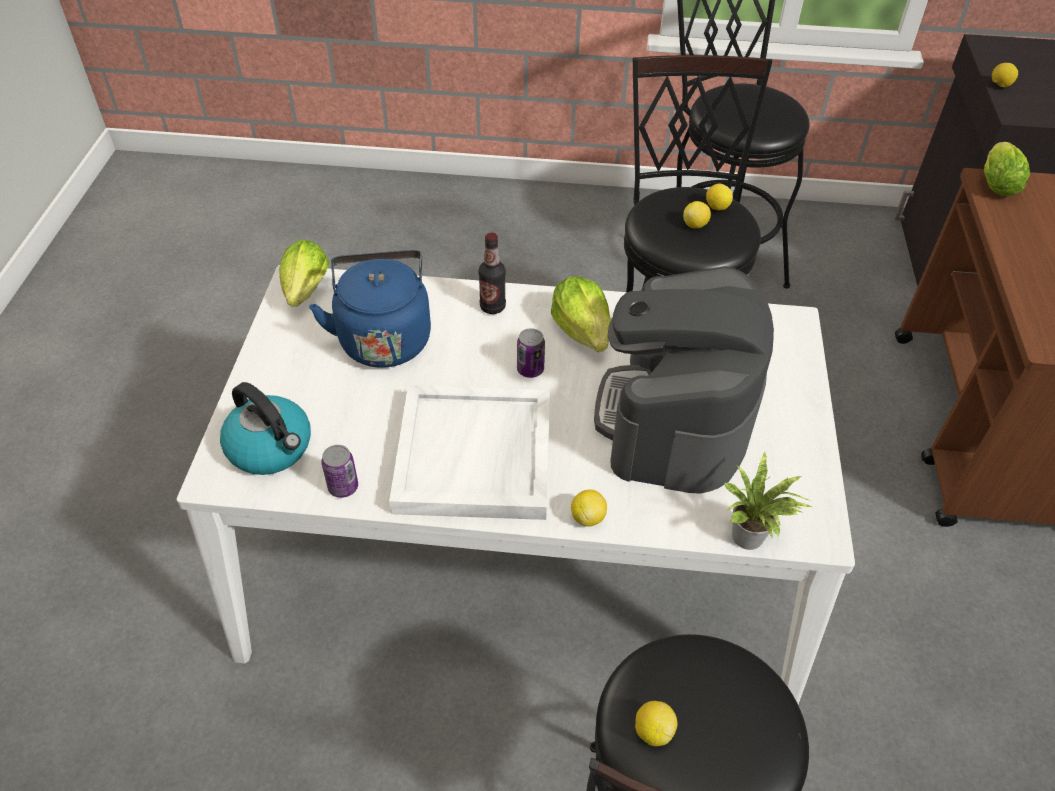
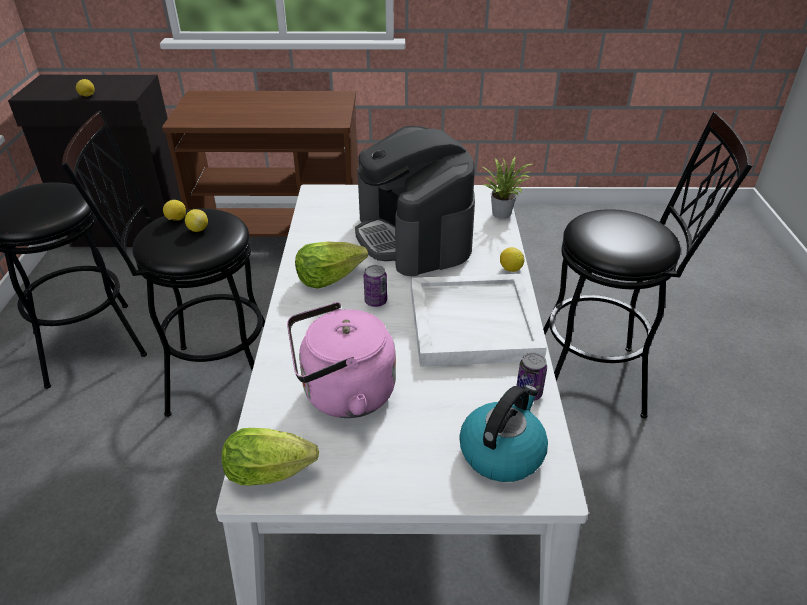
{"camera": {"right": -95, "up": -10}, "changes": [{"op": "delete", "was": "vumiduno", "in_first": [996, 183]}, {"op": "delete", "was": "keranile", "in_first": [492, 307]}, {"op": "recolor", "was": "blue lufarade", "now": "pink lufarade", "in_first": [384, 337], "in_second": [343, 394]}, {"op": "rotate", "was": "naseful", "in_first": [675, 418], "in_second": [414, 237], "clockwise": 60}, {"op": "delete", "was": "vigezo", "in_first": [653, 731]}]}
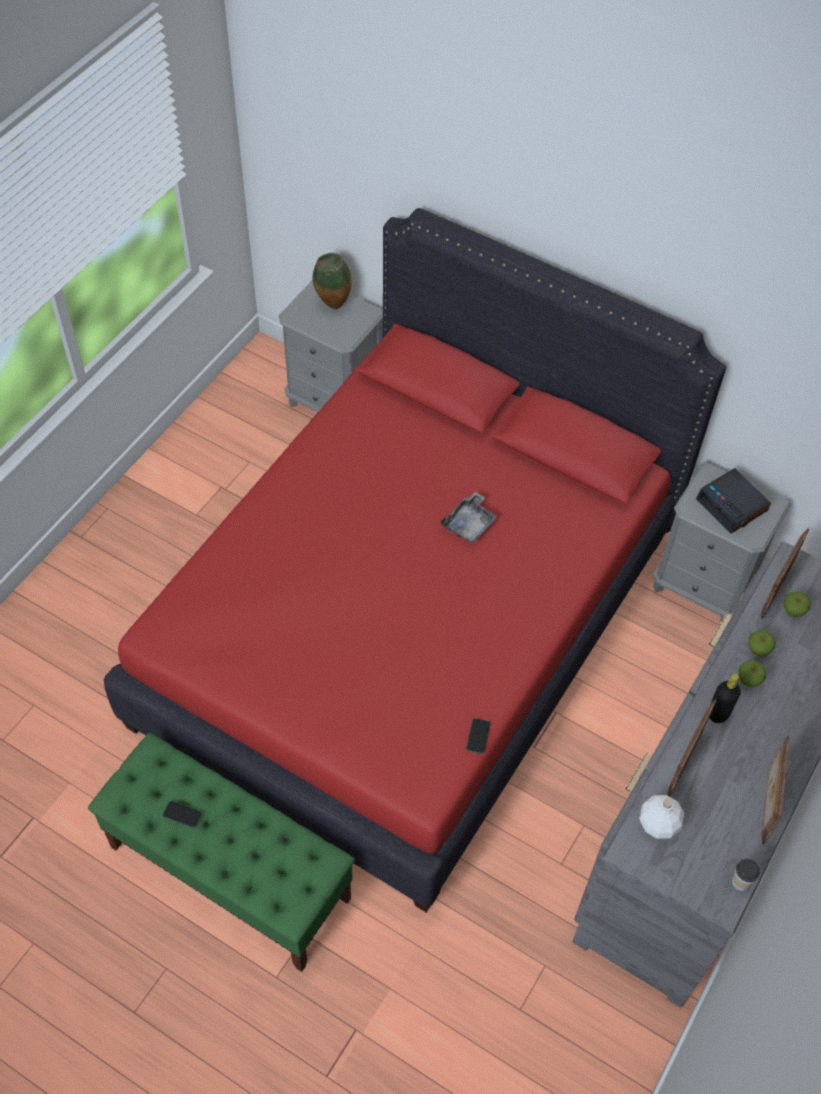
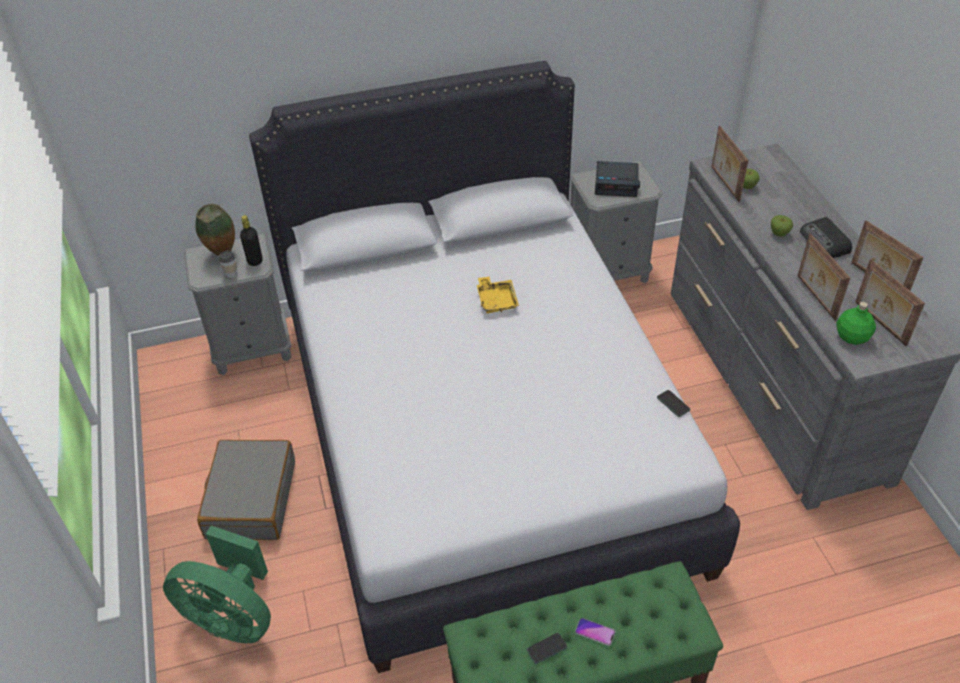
{"camera": {"right": -45, "up": -10}, "changes": [{"op": "recolor", "was": "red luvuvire", "now": "white luvuvire", "in_first": [407, 628], "in_second": [481, 435]}, {"op": "recolor", "was": "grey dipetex", "now": "yellow dipetex", "in_first": [469, 524], "in_second": [496, 300]}, {"op": "delete", "was": "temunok", "in_first": [758, 650]}, {"op": "move", "was": "black keranile", "in_first": [718, 714], "in_second": [255, 261]}, {"op": "recolor", "was": "white keranile", "now": "green keranile", "in_first": [659, 824], "in_second": [852, 337]}, {"op": "move", "was": "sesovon", "in_first": [740, 882], "in_second": [231, 274]}, {"op": "insert", "now": "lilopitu", "in_second": [825, 242]}, {"op": "insert", "now": "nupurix", "in_second": [879, 324]}, {"op": "insert", "now": "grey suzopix", "in_second": [250, 499]}, {"op": "insert", "now": "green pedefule", "in_second": [232, 617]}, {"op": "insert", "now": "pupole", "in_second": [595, 632]}]}
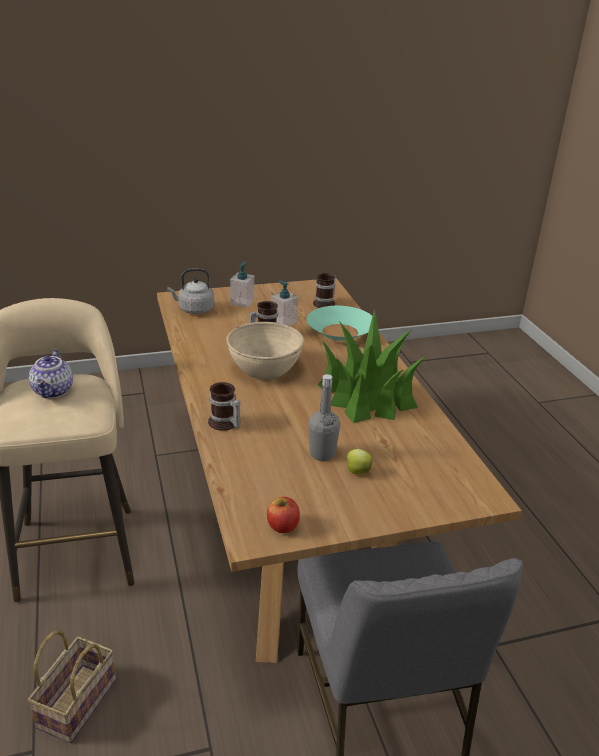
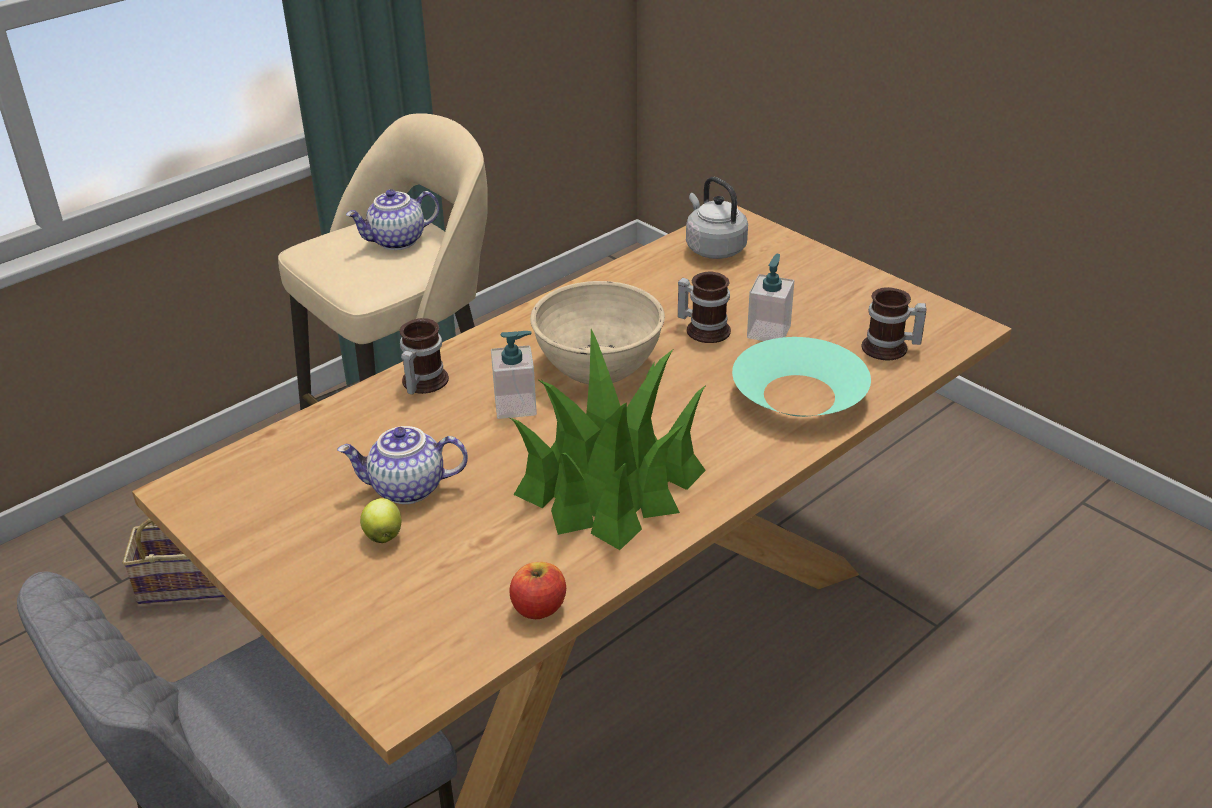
{"camera": {"right": 65, "up": 5}, "changes": [{"op": "move", "was": "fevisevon", "in_first": [242, 302], "in_second": [515, 406]}, {"op": "replace", "was": "grey keranile", "now": "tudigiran", "in_first": [322, 454], "in_second": [407, 489]}, {"op": "move", "was": "temunok", "in_first": [282, 526], "in_second": [538, 607]}]}
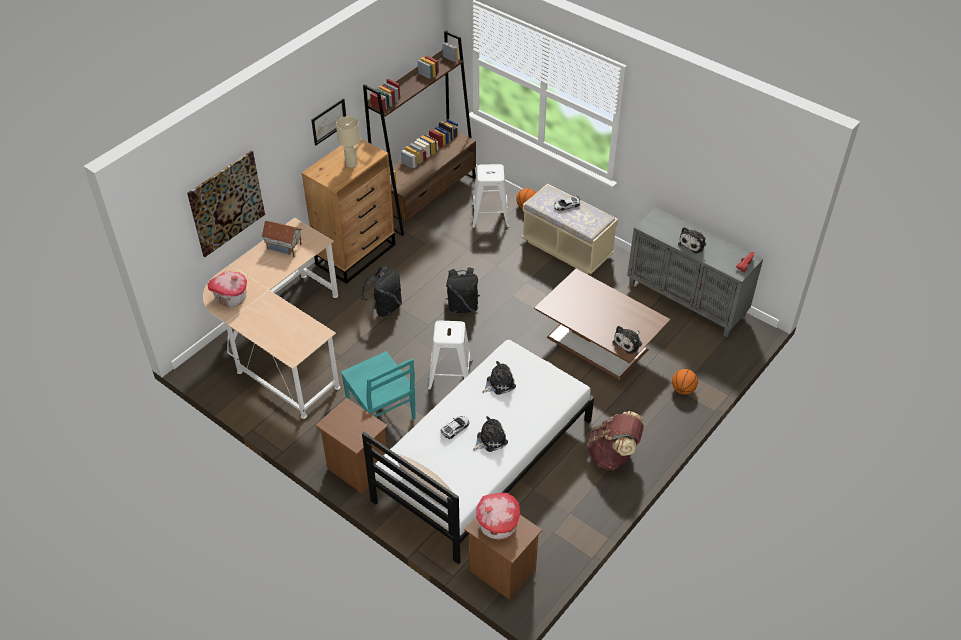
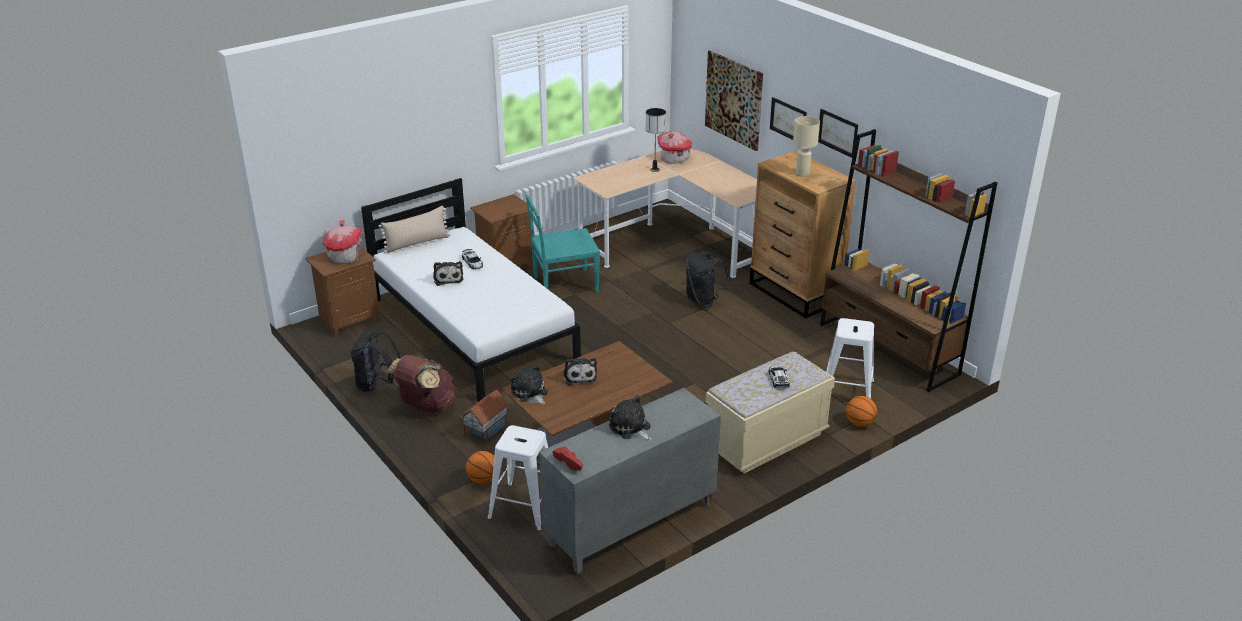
{"camera": {"right": 105, "up": -15}, "changes": [{"op": "move", "was": "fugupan", "in_first": [284, 247], "in_second": [485, 430]}, {"op": "move", "was": "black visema", "in_first": [462, 306], "in_second": [377, 385]}, {"op": "move", "was": "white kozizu", "in_first": [450, 374], "in_second": [525, 506]}, {"op": "move", "was": "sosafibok", "in_first": [499, 383], "in_second": [579, 376]}, {"op": "insert", "now": "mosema", "in_second": [788, 120]}, {"op": "insert", "now": "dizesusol", "in_second": [655, 169]}]}
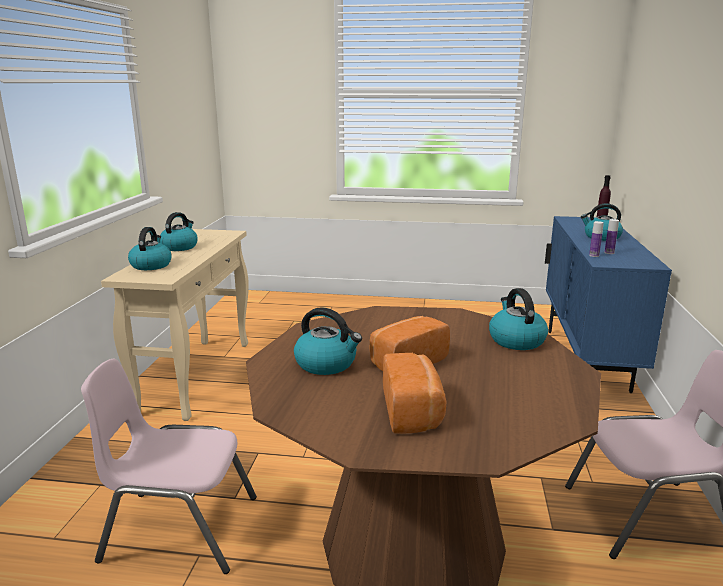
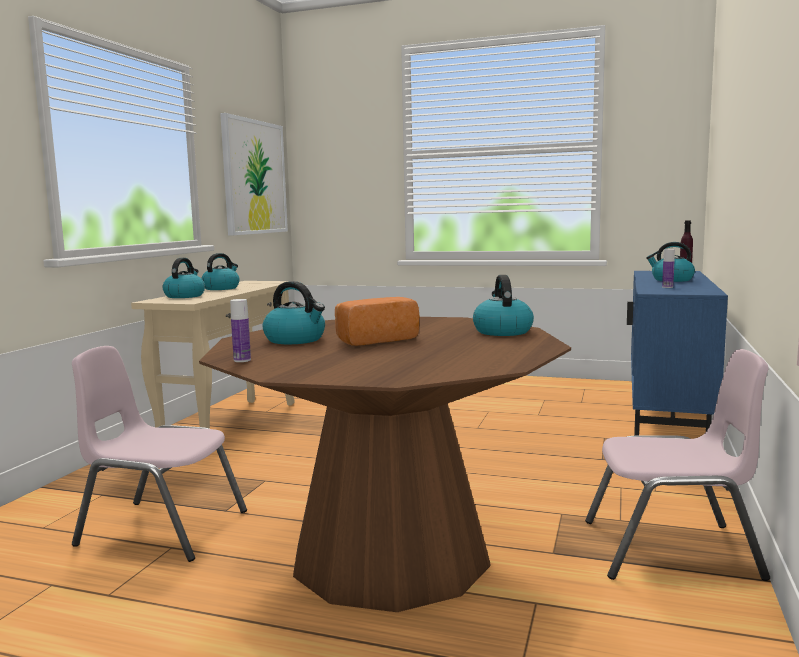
{"camera": {"right": 10, "up": -10}, "changes": [{"op": "move", "was": "keranile", "in_first": [594, 255], "in_second": [242, 360]}, {"op": "delete", "was": "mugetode", "in_first": [413, 411]}, {"op": "insert", "now": "mosema", "in_second": [254, 177]}]}
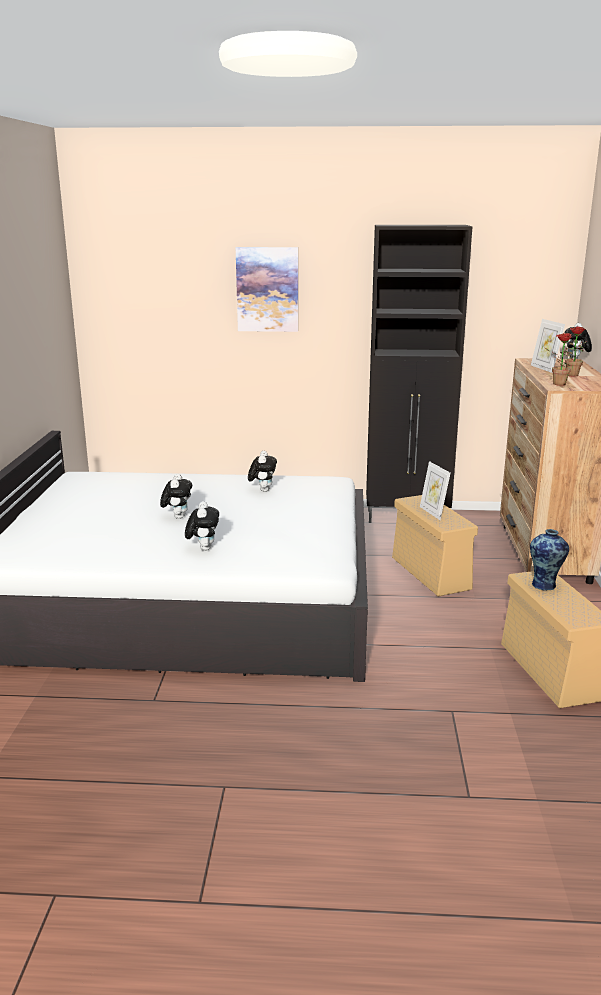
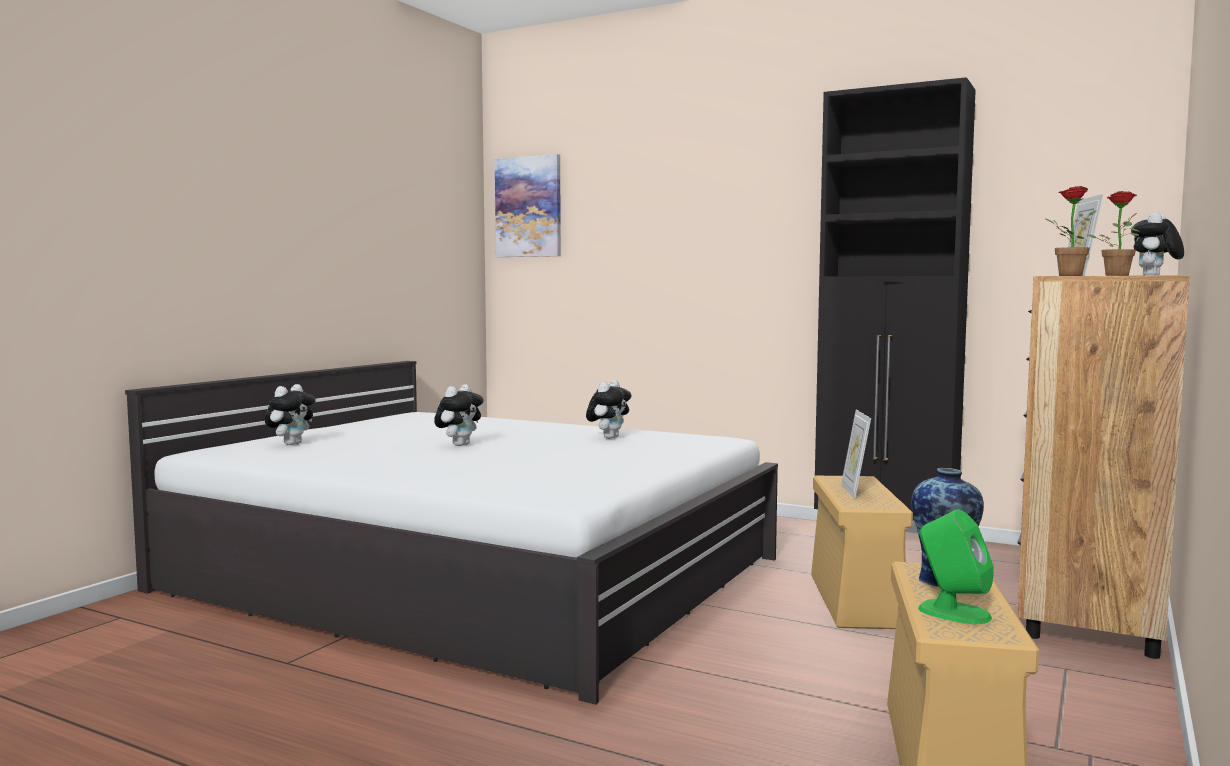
{"camera": {"right": 25, "up": -15}, "changes": [{"op": "move", "was": "mosema", "in_first": [267, 289], "in_second": [529, 207]}, {"op": "move", "was": "sosafibok", "in_first": [203, 548], "in_second": [291, 444]}, {"op": "insert", "now": "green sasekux", "in_second": [953, 612]}]}
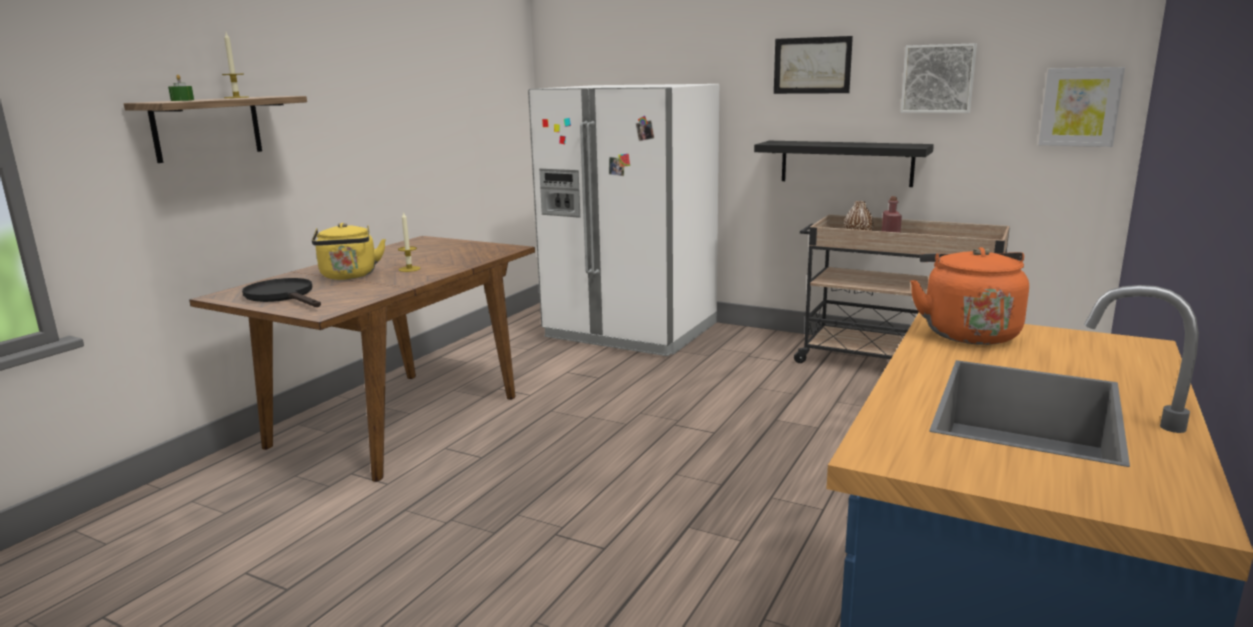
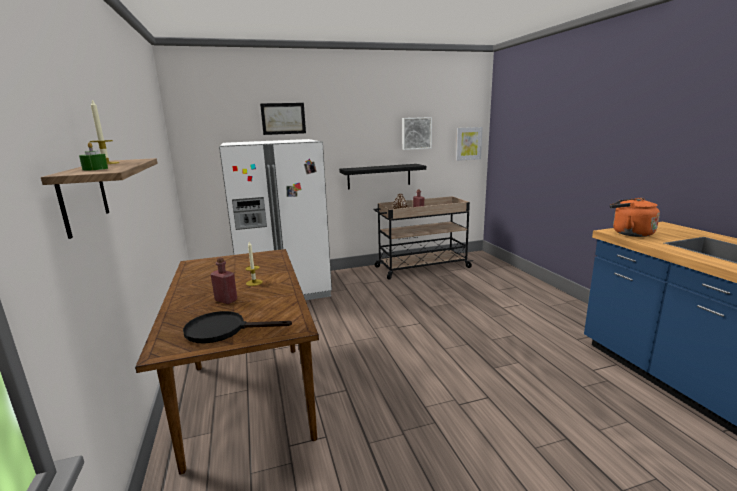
{"camera": {"right": -45, "up": 0}, "changes": [{"op": "move", "was": "mosema", "in_first": [812, 65], "in_second": [283, 118]}, {"op": "replace", "was": "yellow lufarade", "now": "red keranile", "in_first": [349, 276], "in_second": [226, 300]}]}
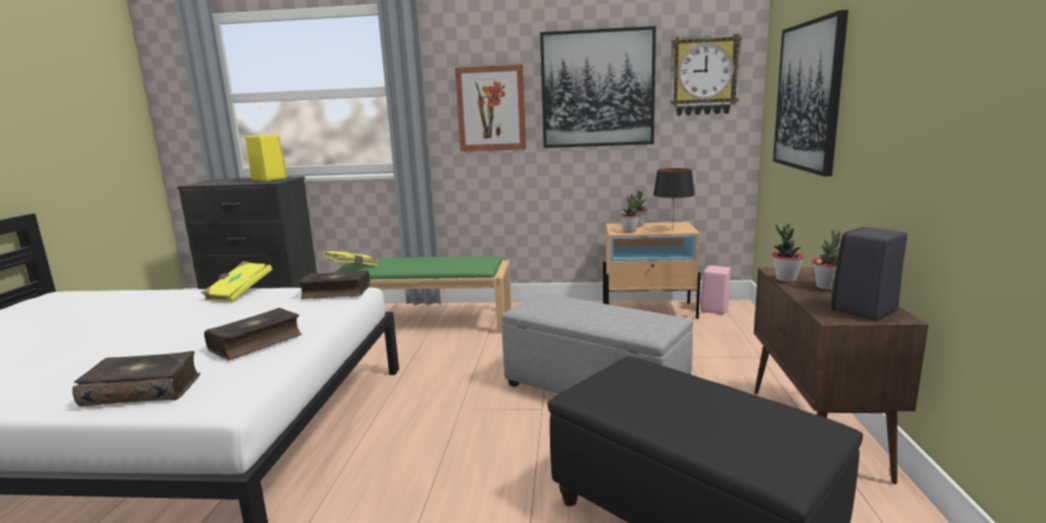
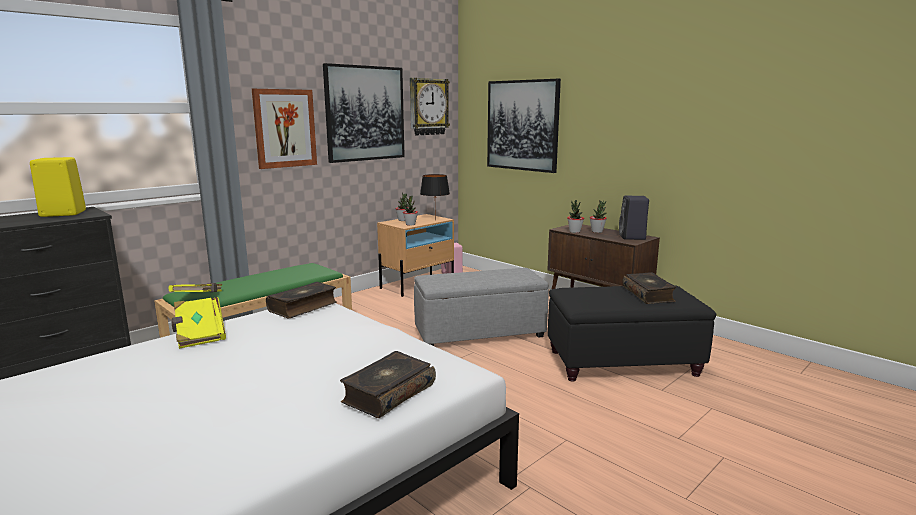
{"camera": {"right": -50, "up": 0}, "changes": [{"op": "move", "was": "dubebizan", "in_first": [256, 342], "in_second": [648, 294]}]}
